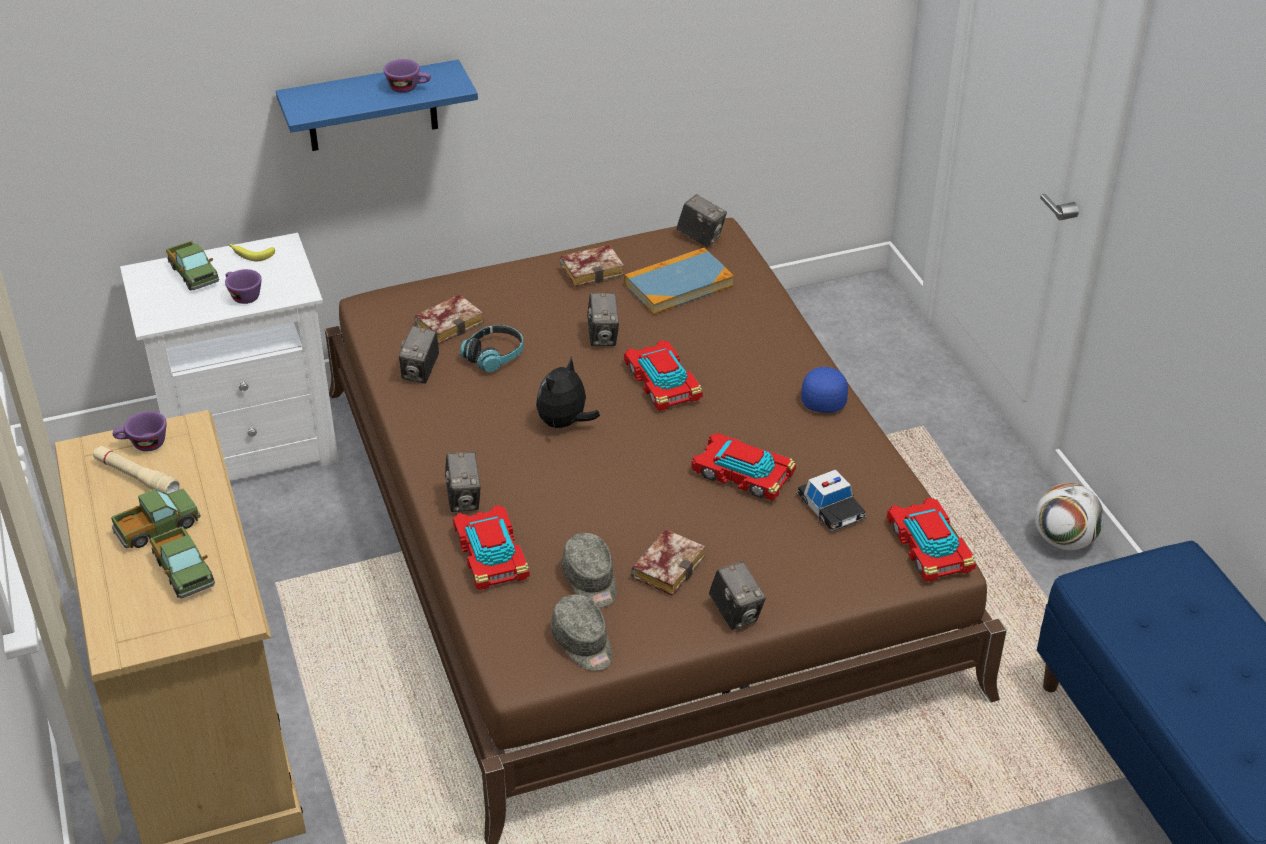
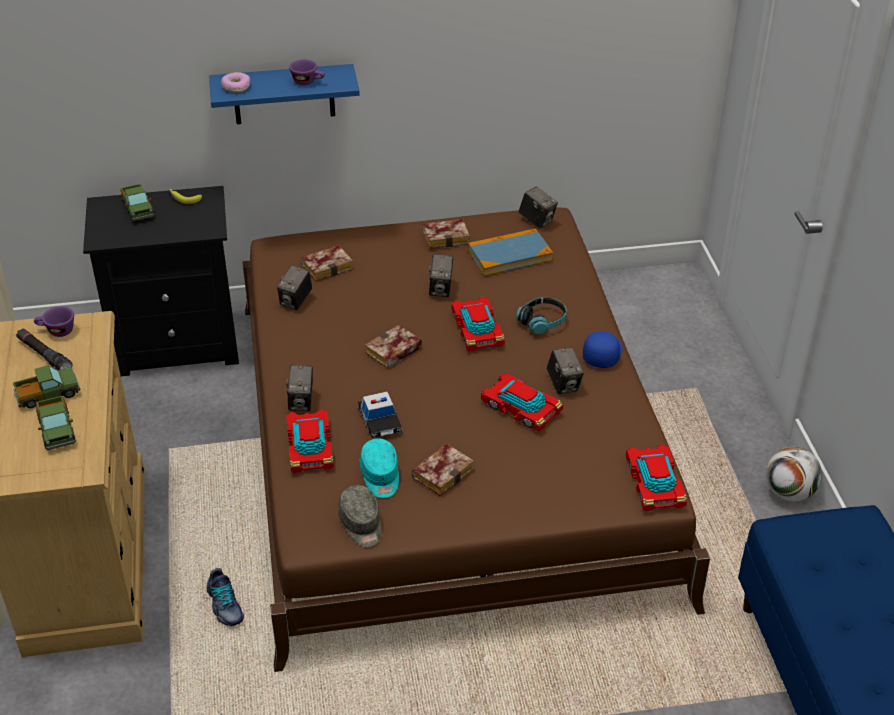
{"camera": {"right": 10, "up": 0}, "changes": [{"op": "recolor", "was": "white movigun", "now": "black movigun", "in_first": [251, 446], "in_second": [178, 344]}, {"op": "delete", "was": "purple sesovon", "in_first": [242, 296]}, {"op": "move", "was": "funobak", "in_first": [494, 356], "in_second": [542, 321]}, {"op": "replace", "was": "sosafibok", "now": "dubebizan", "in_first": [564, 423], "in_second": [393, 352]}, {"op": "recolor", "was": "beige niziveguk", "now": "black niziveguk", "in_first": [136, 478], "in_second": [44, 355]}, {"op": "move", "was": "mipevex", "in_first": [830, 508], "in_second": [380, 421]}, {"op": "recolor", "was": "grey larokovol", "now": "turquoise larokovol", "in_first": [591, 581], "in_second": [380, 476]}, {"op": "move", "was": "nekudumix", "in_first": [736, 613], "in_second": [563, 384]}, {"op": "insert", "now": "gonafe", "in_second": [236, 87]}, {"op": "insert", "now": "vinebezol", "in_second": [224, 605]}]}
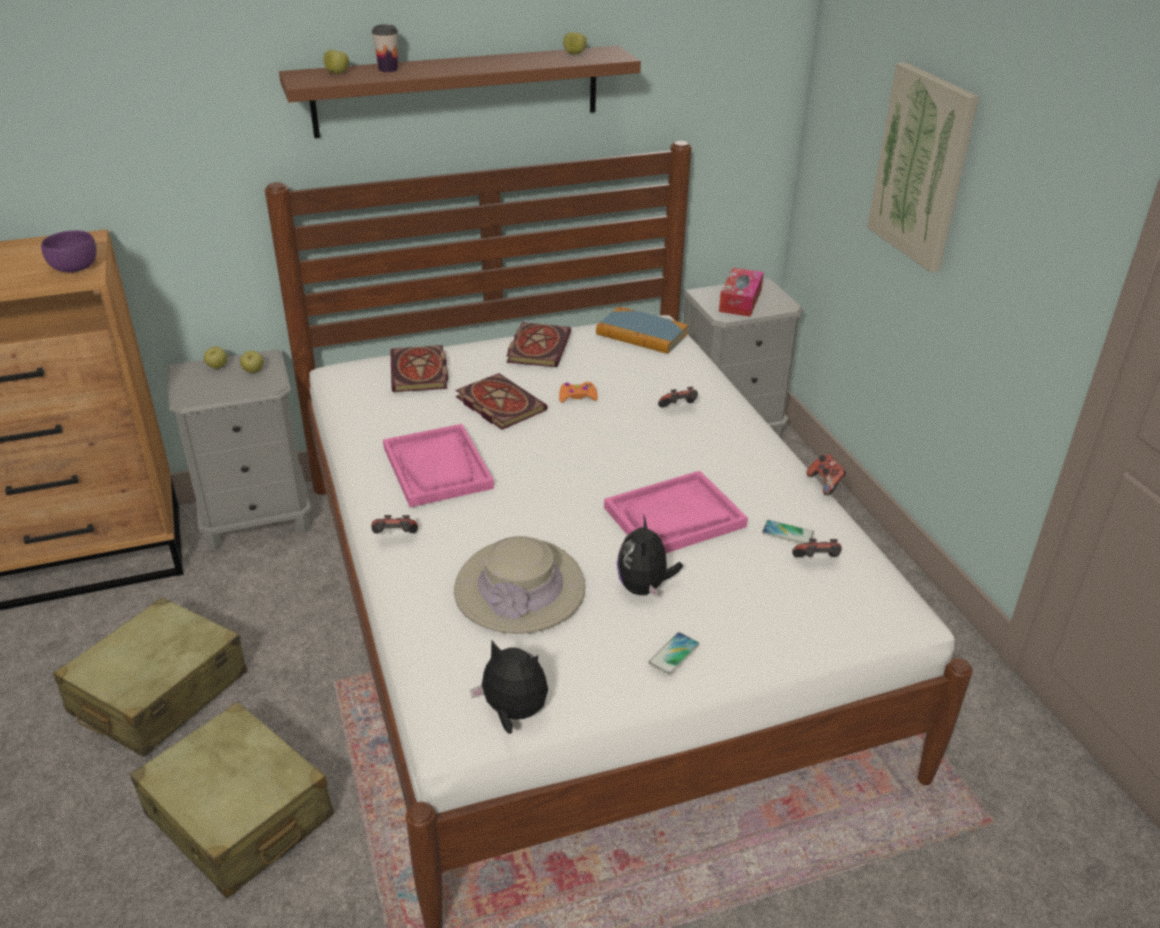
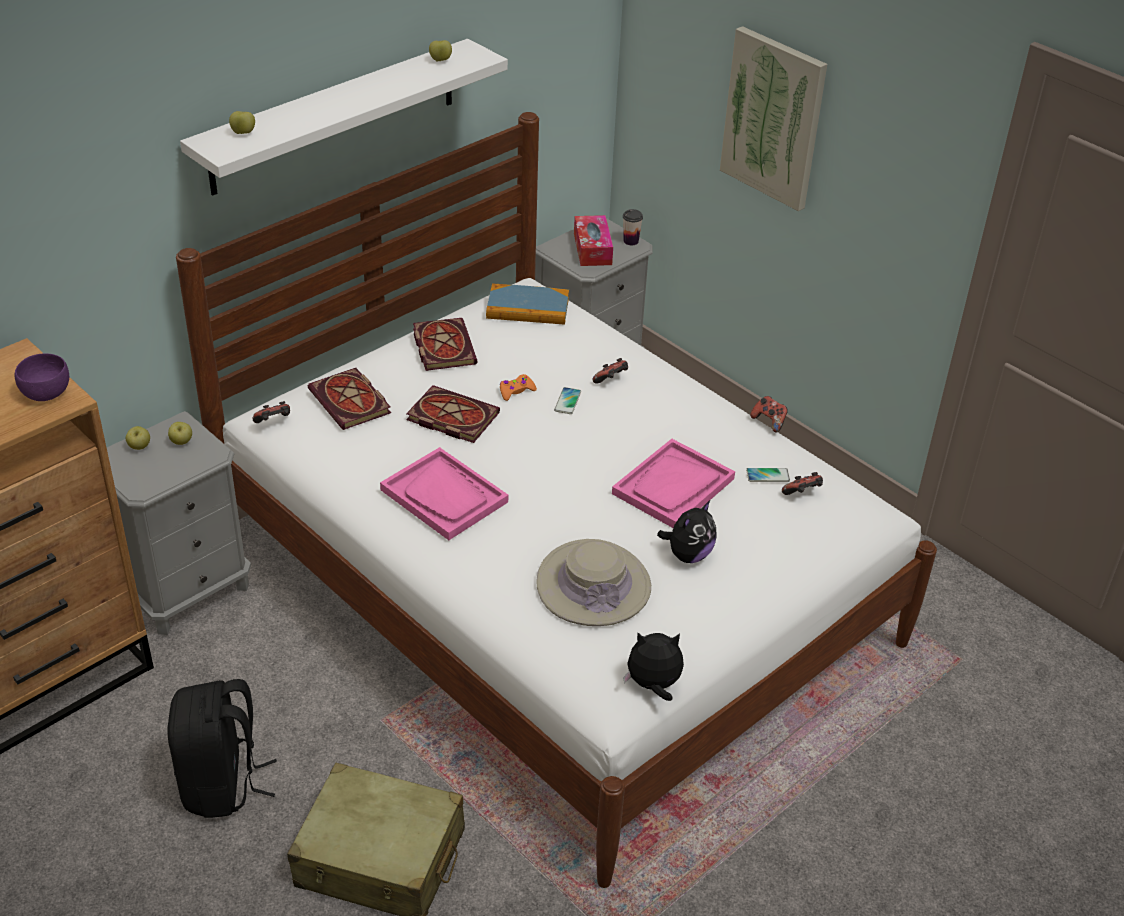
{"camera": {"right": -25, "up": 5}, "changes": [{"op": "move", "was": "sesovon", "in_first": [388, 69], "in_second": [631, 241]}, {"op": "recolor", "was": "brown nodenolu", "now": "white nodenolu", "in_first": [457, 91], "in_second": [335, 116]}, {"op": "rotate", "was": "sosafibok", "in_first": [644, 587], "in_second": [688, 555], "clockwise": -120}, {"op": "move", "was": "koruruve", "in_first": [395, 537], "in_second": [274, 422]}, {"op": "replace", "was": "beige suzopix", "now": "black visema", "in_first": [158, 693], "in_second": [222, 784]}, {"op": "move", "was": "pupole", "in_first": [674, 654], "in_second": [567, 401]}]}
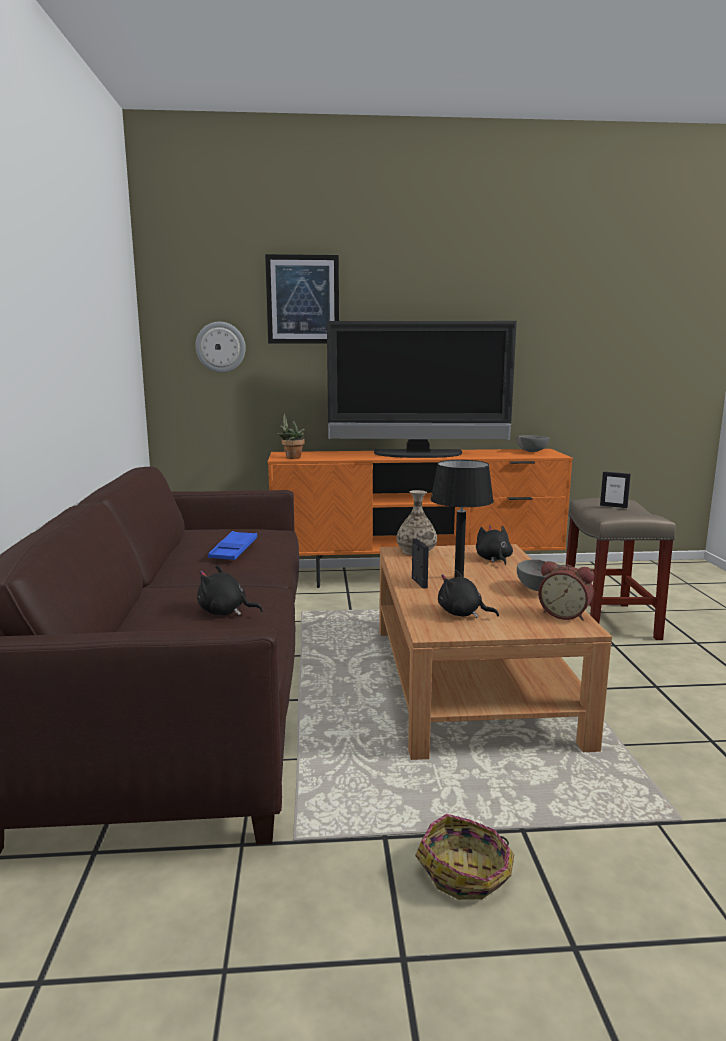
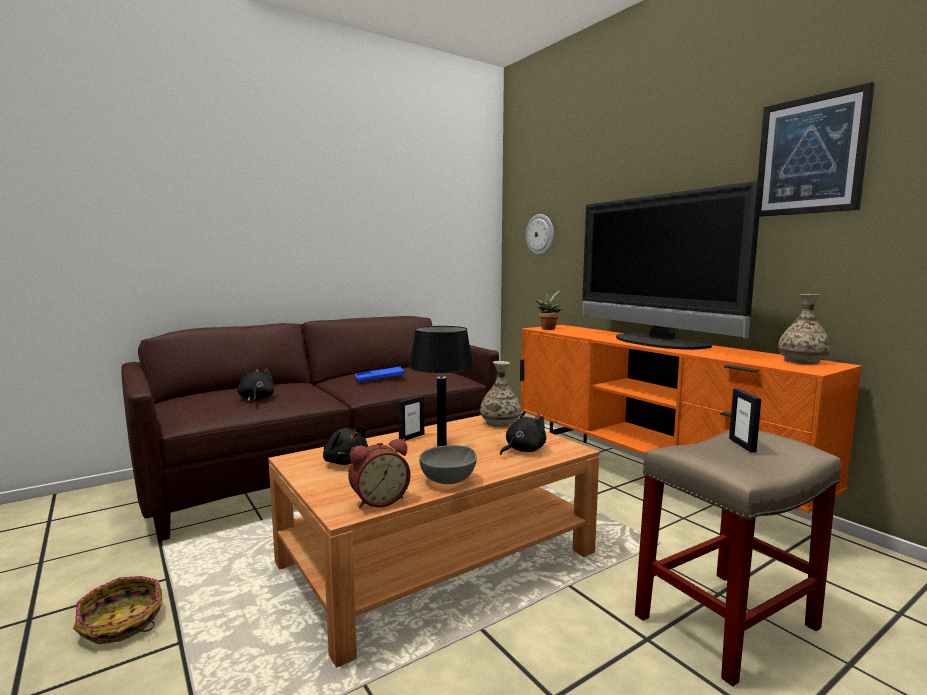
{"camera": {"right": 60, "up": -5}, "changes": [{"op": "move", "was": "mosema", "in_first": [303, 299], "in_second": [810, 155]}, {"op": "replace", "was": "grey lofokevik", "now": "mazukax", "in_first": [530, 451], "in_second": [802, 361]}, {"op": "rotate", "was": "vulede", "in_first": [564, 614], "in_second": [379, 500], "clockwise": -120}, {"op": "rotate", "was": "black sosafibok", "in_first": [462, 614], "in_second": [345, 462], "clockwise": 135}]}
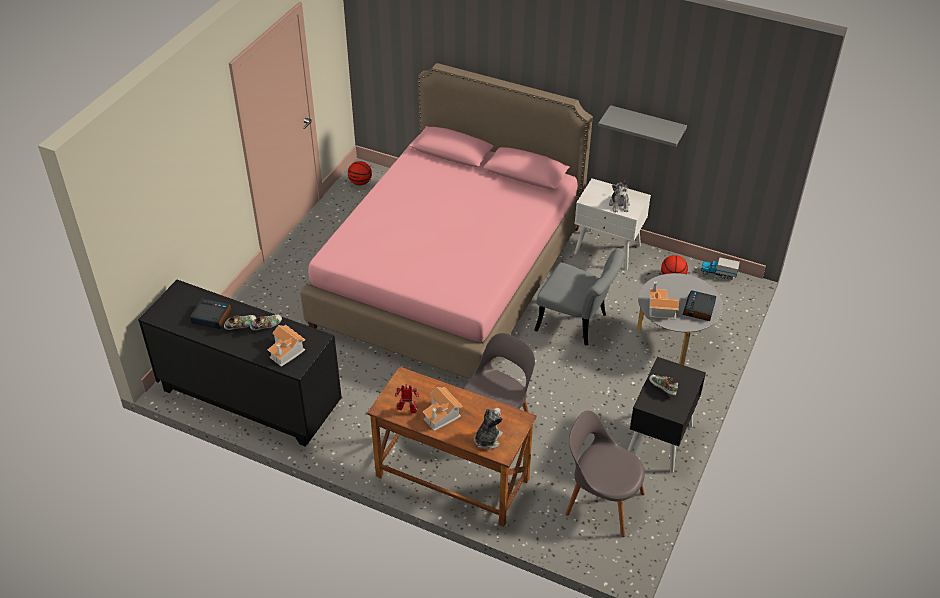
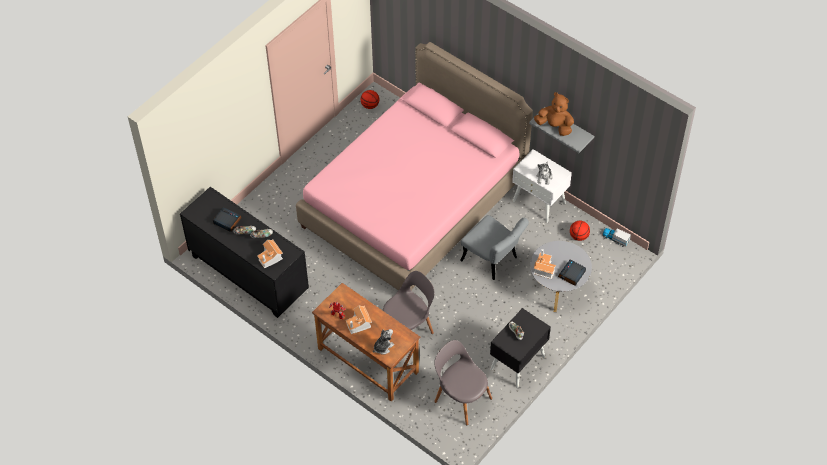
{"camera": {"right": 15, "up": 10}, "changes": [{"op": "insert", "now": "brown sosafibok", "in_second": [555, 126]}]}
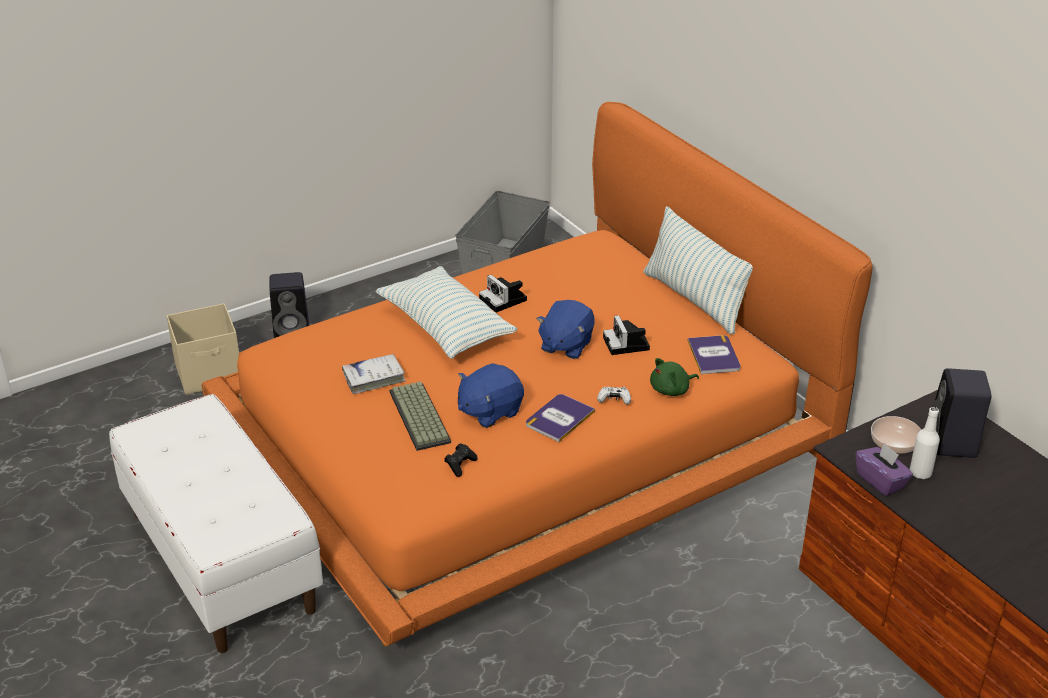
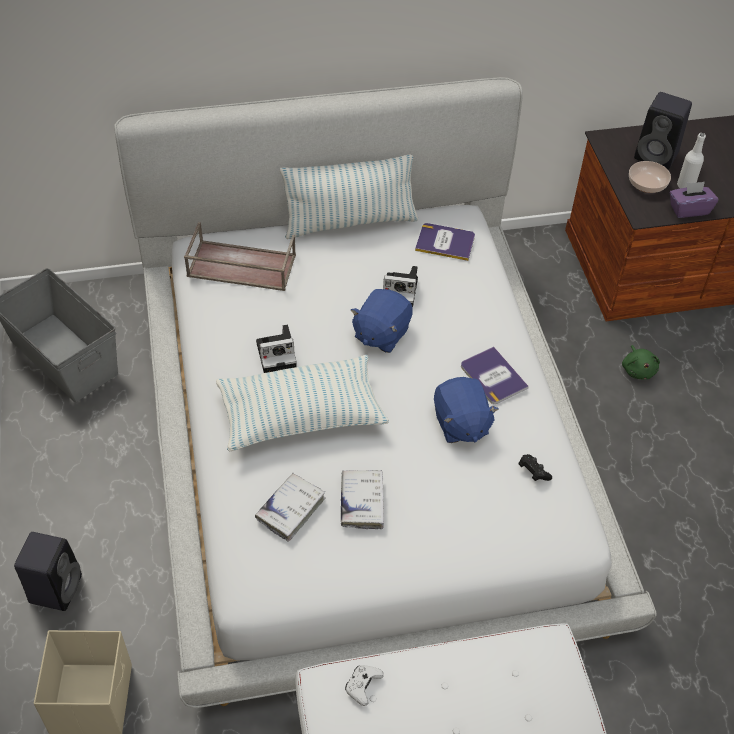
{"camera": {"right": -70, "up": 15}, "changes": [{"op": "recolor", "was": "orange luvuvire", "now": "white luvuvire", "in_first": [524, 438], "in_second": [364, 437]}, {"op": "rotate", "was": "blue sosafibok", "in_first": [565, 345], "in_second": [381, 334], "clockwise": 75}, {"op": "move", "was": "green sosafibok", "in_first": [671, 390], "in_second": [638, 369]}, {"op": "delete", "was": "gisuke", "in_first": [421, 417]}, {"op": "move", "was": "white koruruve", "in_first": [614, 400], "in_second": [363, 686]}, {"op": "insert", "now": "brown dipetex", "in_second": [240, 266]}, {"op": "insert", "now": "white dubebizan", "in_second": [291, 510]}]}
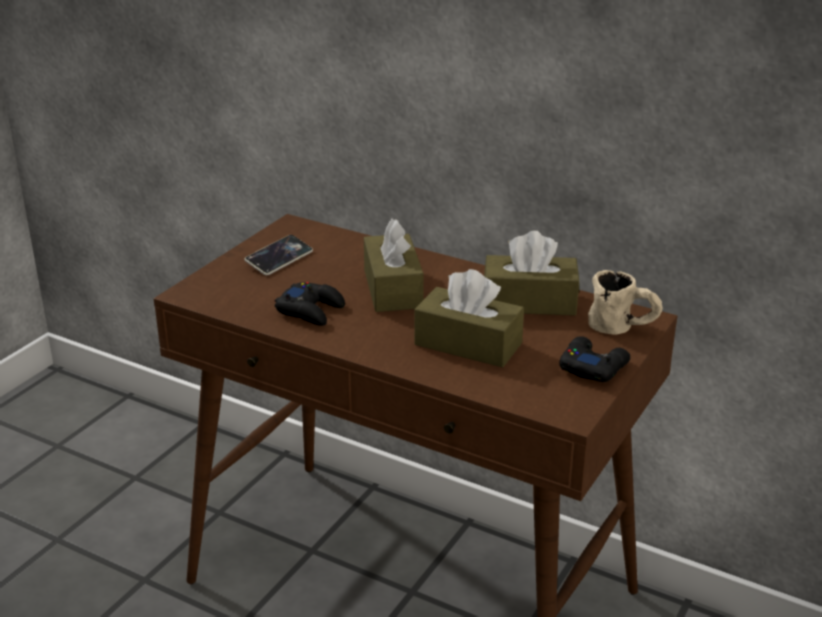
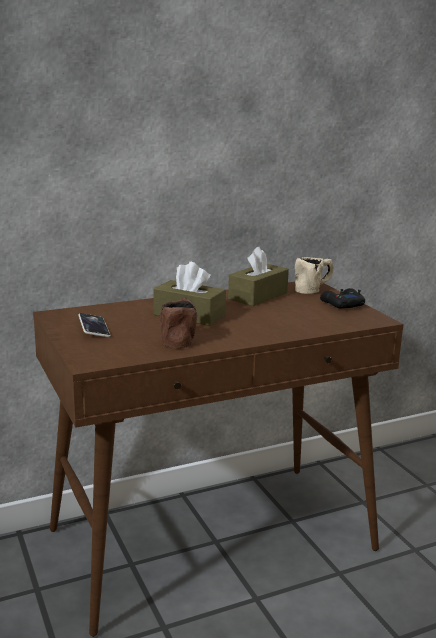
{"camera": {"right": -55, "up": -10}, "changes": [{"op": "delete", "was": "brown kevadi", "in_first": [468, 344]}, {"op": "replace", "was": "black koruruve", "now": "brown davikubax", "in_first": [311, 310], "in_second": [178, 339]}]}
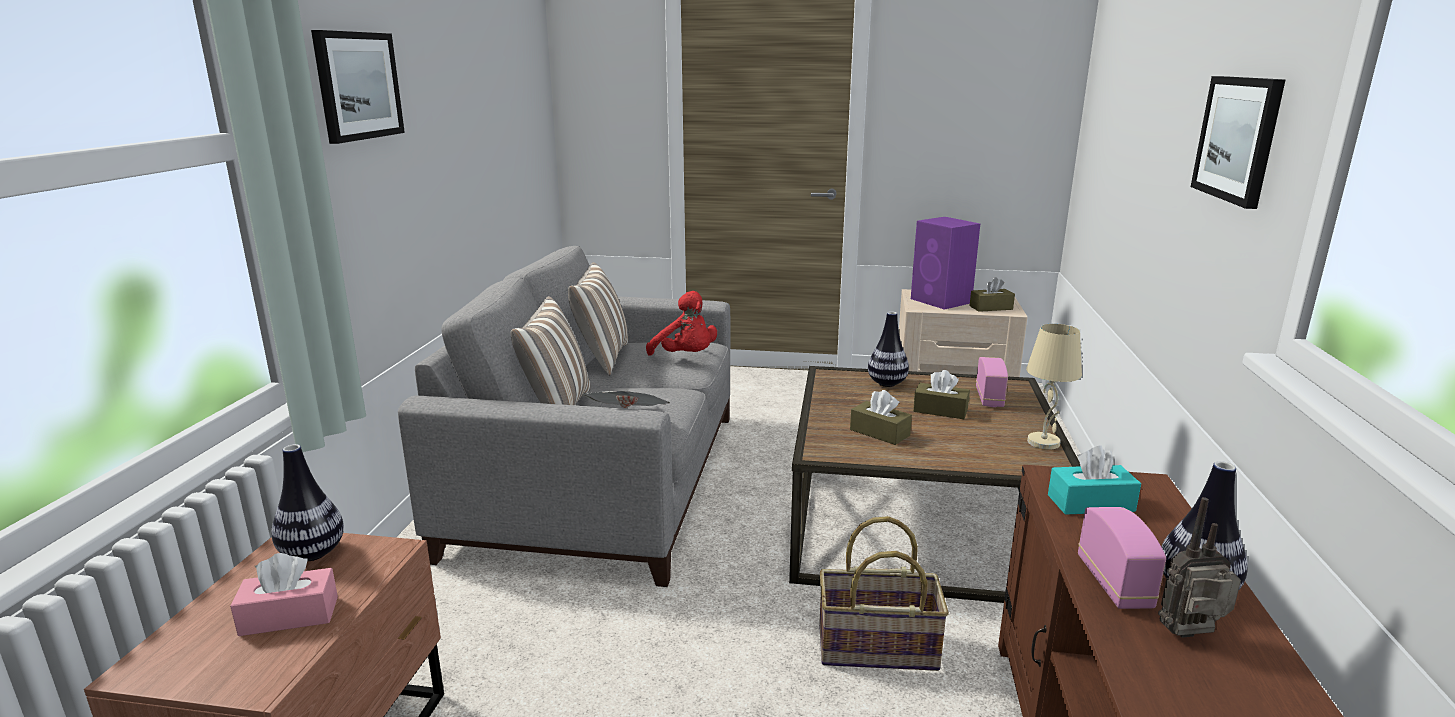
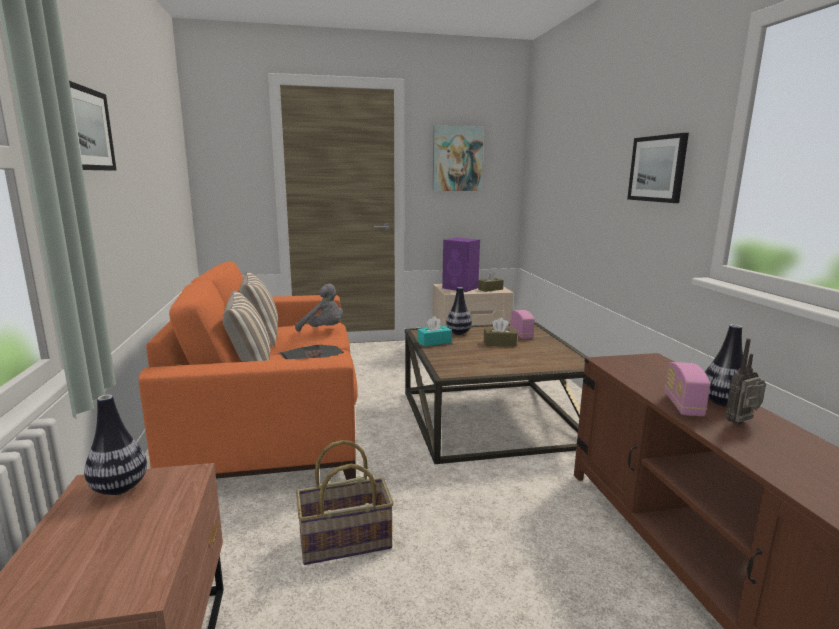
{"camera": {"right": -20, "up": -5}, "changes": [{"op": "recolor", "was": "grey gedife", "now": "orange gedife", "in_first": [604, 479], "in_second": [274, 422]}, {"op": "recolor", "was": "red sosafibok", "now": "grey sosafibok", "in_first": [686, 357], "in_second": [324, 330]}, {"op": "delete", "was": "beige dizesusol", "in_first": [1044, 443]}, {"op": "delete", "was": "brown kevadi", "in_first": [879, 433]}, {"op": "move", "was": "turquoise kevadi", "in_first": [1090, 503], "in_second": [434, 342]}, {"op": "rotate", "was": "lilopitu", "in_first": [1114, 583], "in_second": [683, 405], "clockwise": -150}, {"op": "move", "was": "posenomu", "in_first": [876, 649], "in_second": [345, 542]}, {"op": "delete", "was": "pink kevadi", "in_first": [289, 616]}, {"op": "insert", "now": "mosema", "in_second": [457, 158]}]}
